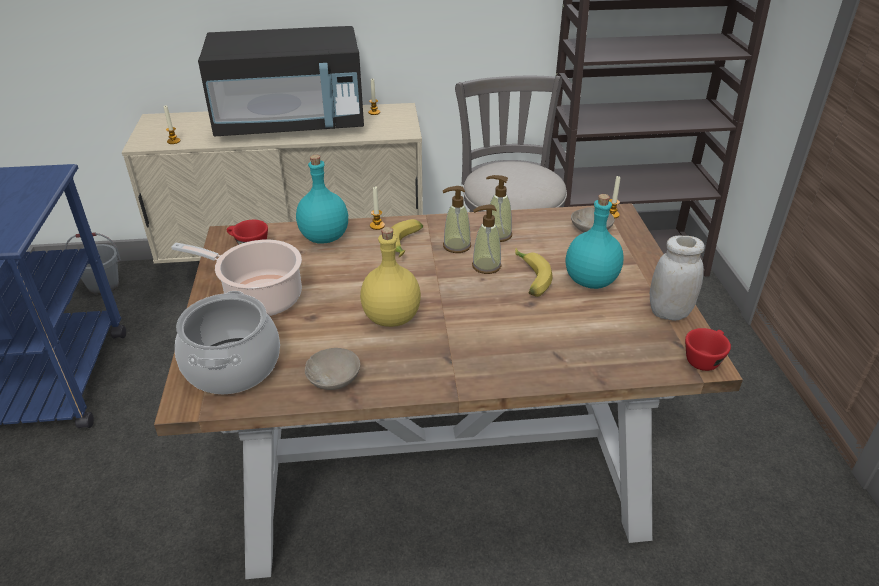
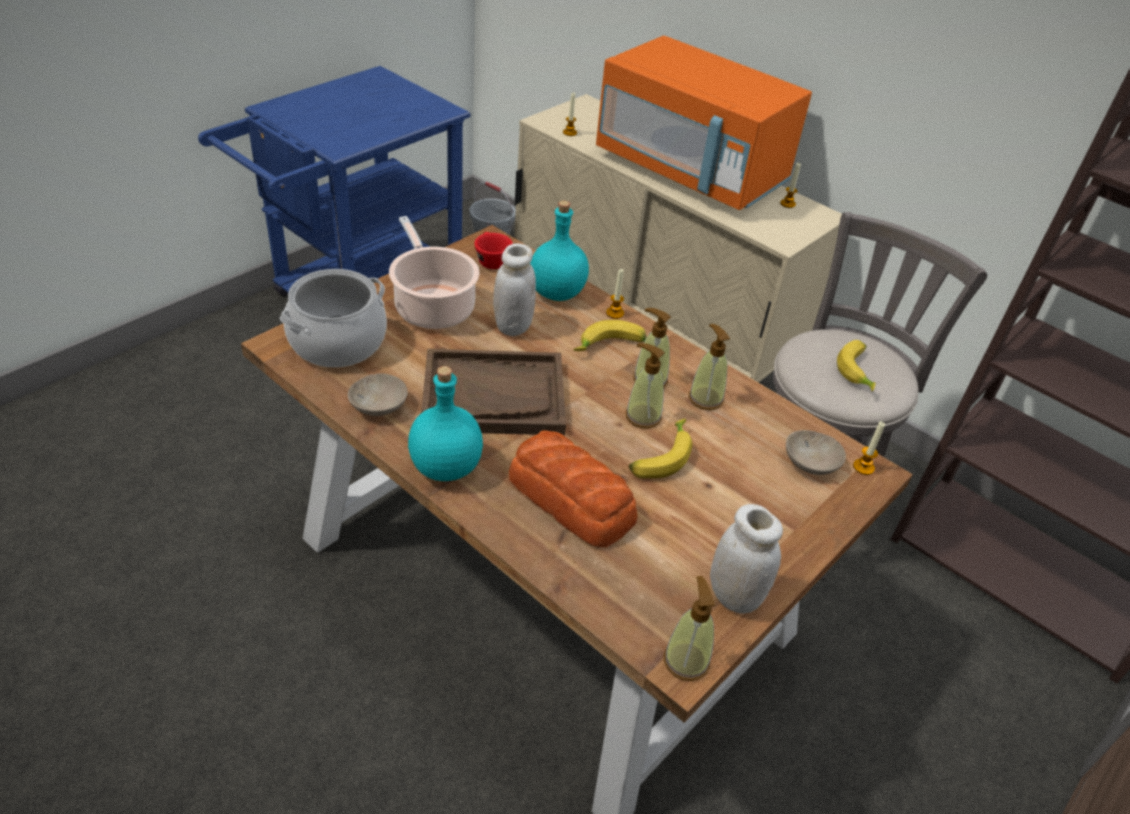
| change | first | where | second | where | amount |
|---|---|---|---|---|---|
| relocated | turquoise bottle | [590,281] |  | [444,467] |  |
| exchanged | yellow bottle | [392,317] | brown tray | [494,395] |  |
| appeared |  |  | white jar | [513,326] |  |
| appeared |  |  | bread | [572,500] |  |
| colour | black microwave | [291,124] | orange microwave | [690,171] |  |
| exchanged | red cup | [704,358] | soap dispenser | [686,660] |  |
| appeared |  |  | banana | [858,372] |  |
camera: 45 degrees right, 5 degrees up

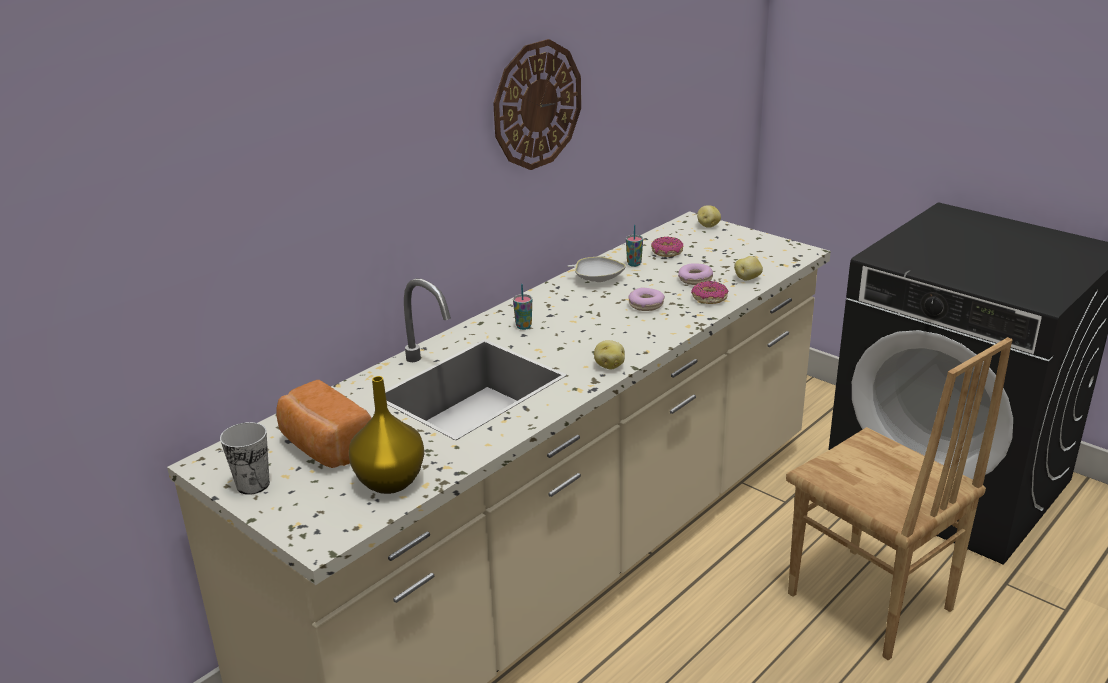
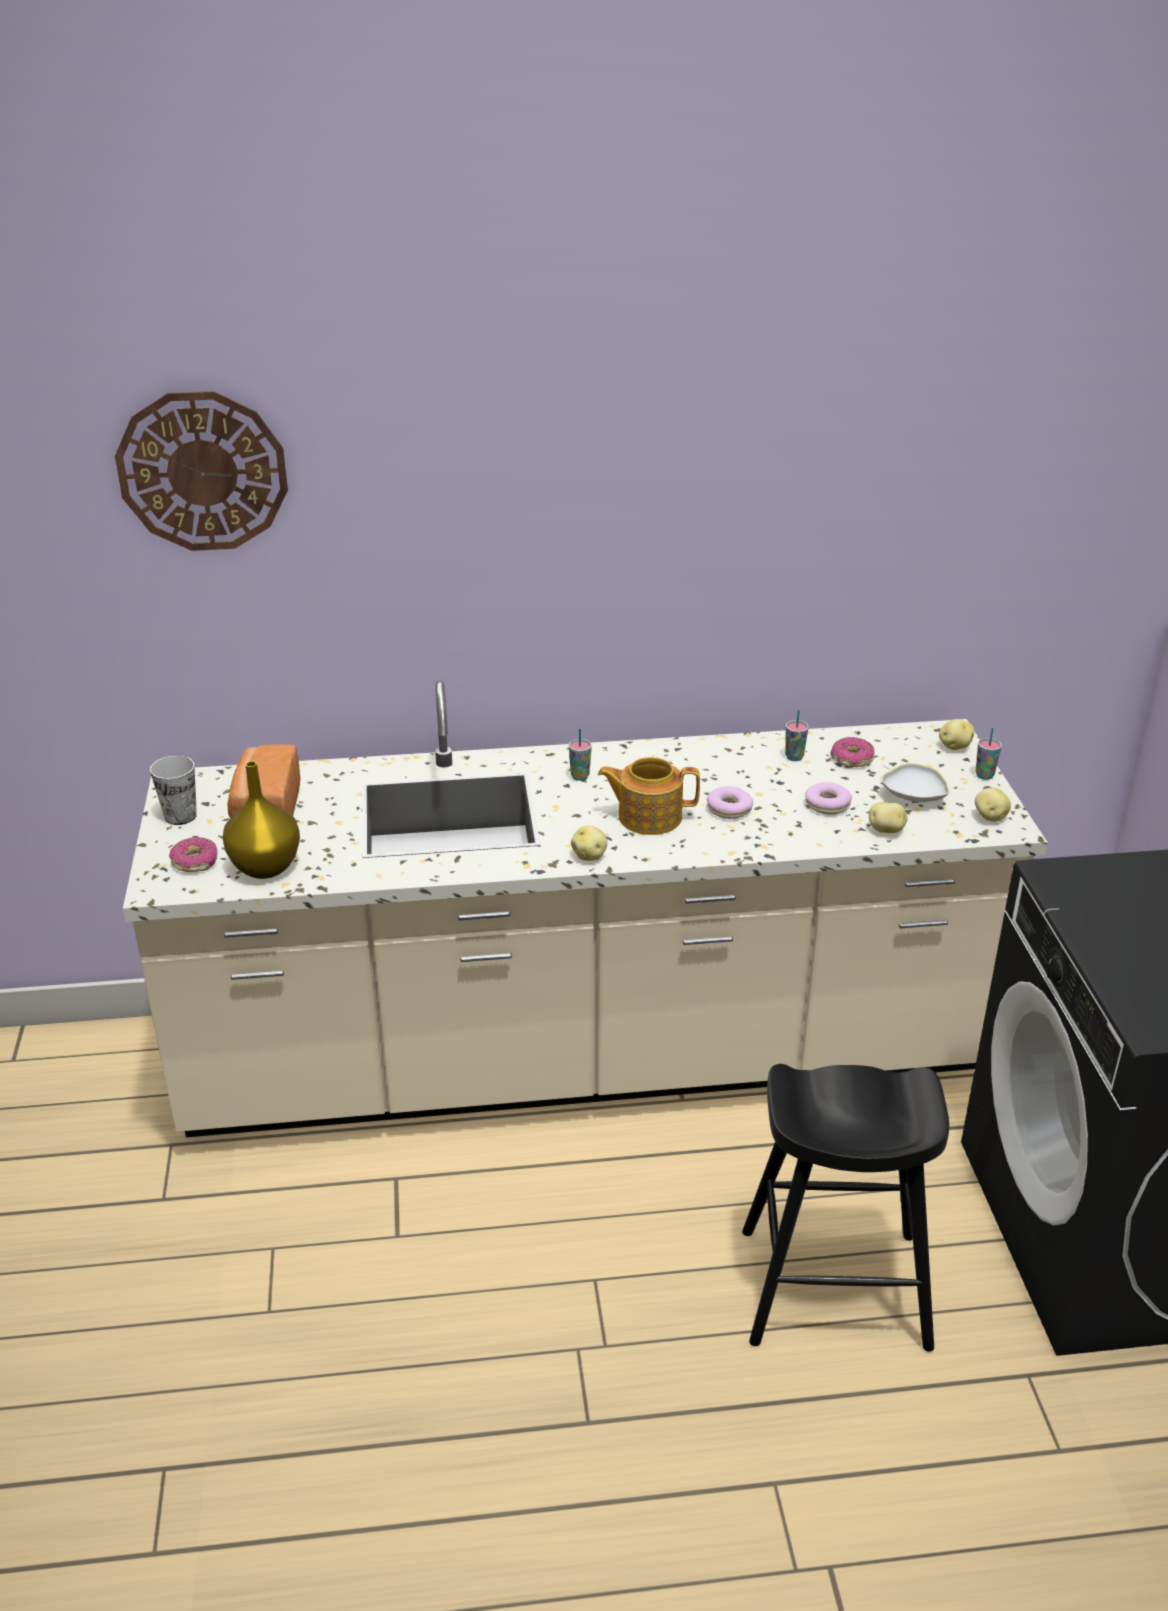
| change | first | where | second | where | amount |
|---|---|---|---|---|---|
| relocated | wall clock | [537,105] |  | [202,471] |  |
| relocated | donut | [709,298] |  | [195,861] |  |
| appeared |  |  | teapot | [648,816] |  |
| exchanged | brown chair | [869,603] | black stool | [835,1288] |  |
| relocated | white bowl | [597,279] |  | [912,795] |  |
| appeared |  |  | cup | [984,775] |  |
| appeared |  |  | potato | [989,817] |  |
camera: 40 degrees right, 5 degrees up

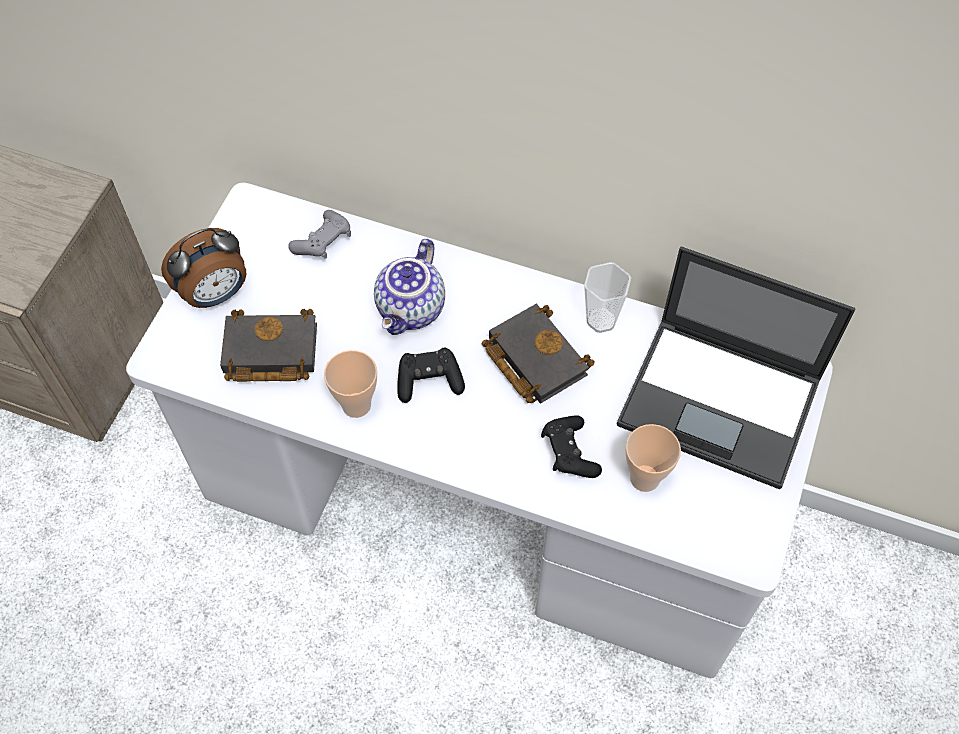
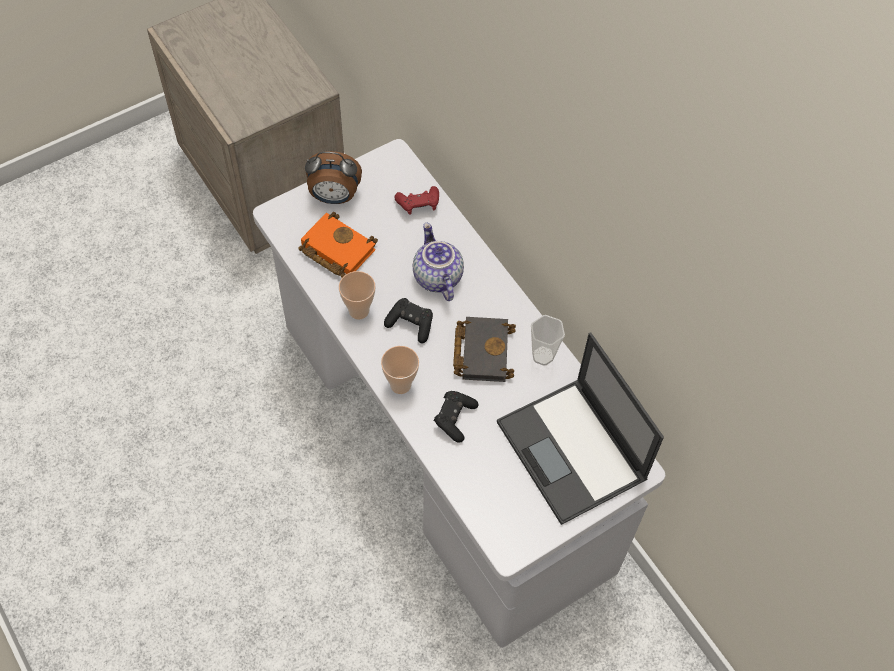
| change | first | where | second | where | amount |
|---|---|---|---|---|---|
| colour | black book | [268,353] | orange book | [335,249] |  |
| relocated | cup | [644,478] |  | [400,384] |  |
| colour | grey game controller | [324,243] | red game controller | [418,205] |  |
| spun | teapot | [412,310] |  | [436,277] | 105 degrees clockwise |
camera: 35 degrees right, 0 degrees up

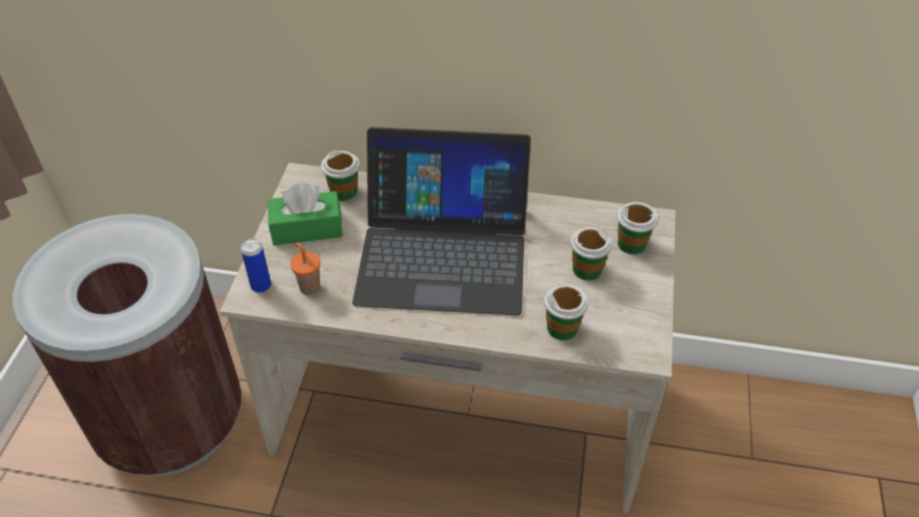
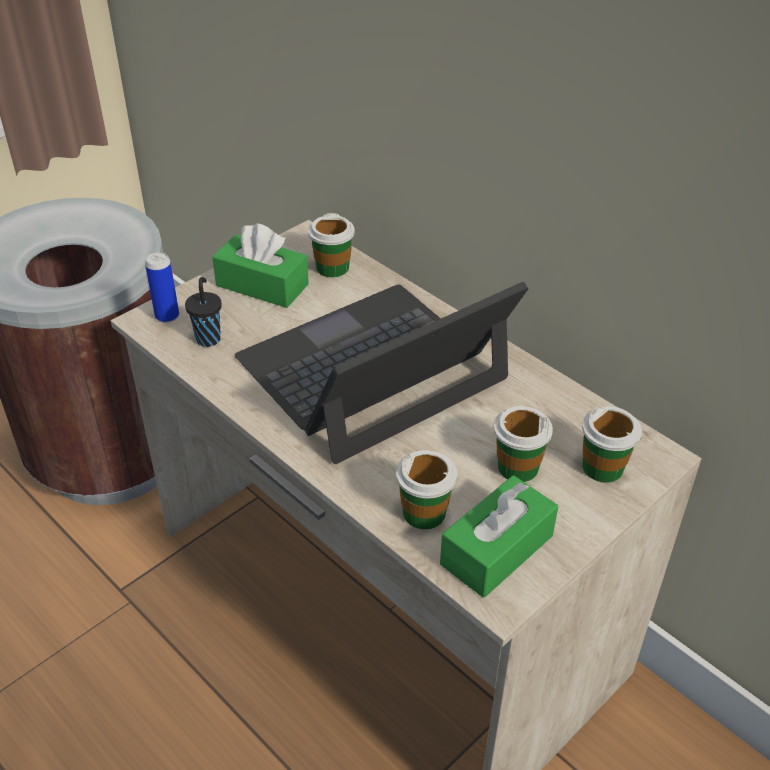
| change | first | where | second | where | amount |
|---|---|---|---|---|---|
| colour | orange cup | [309,287] | black cup | [208,338] |  |
| spun | laptop | [443,252] |  | [373,370] | 105 degrees clockwise |
| appeared |  |  | green tissue box | [497,550] |  |
camera: 35 degrees right, 5 degrees down

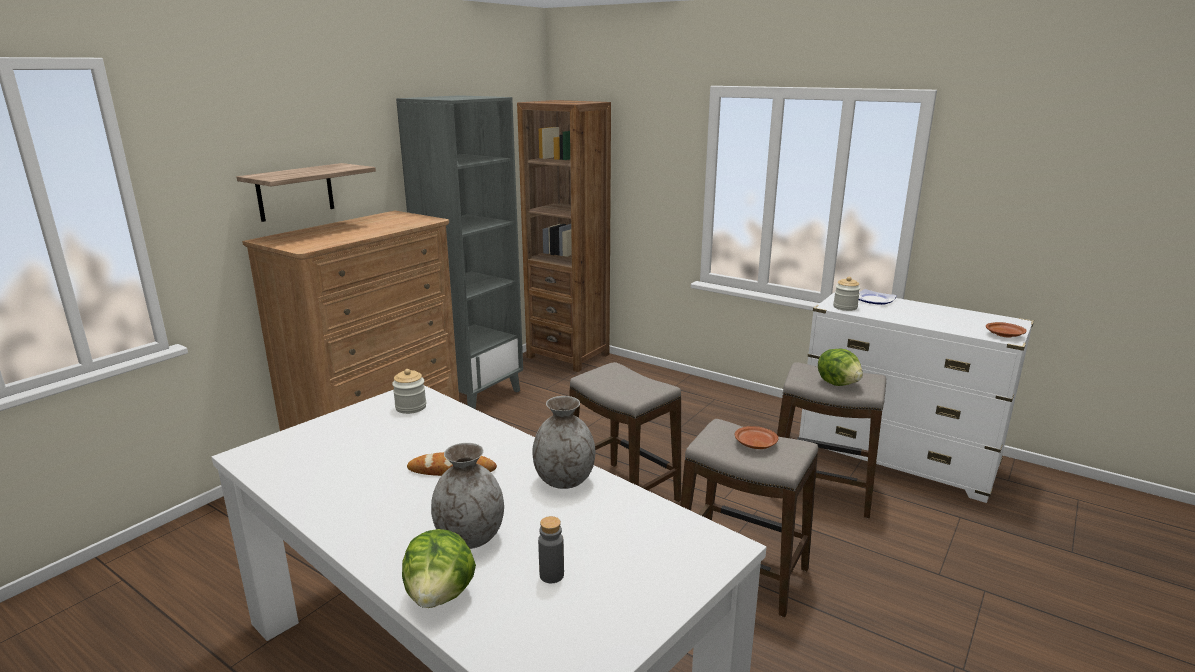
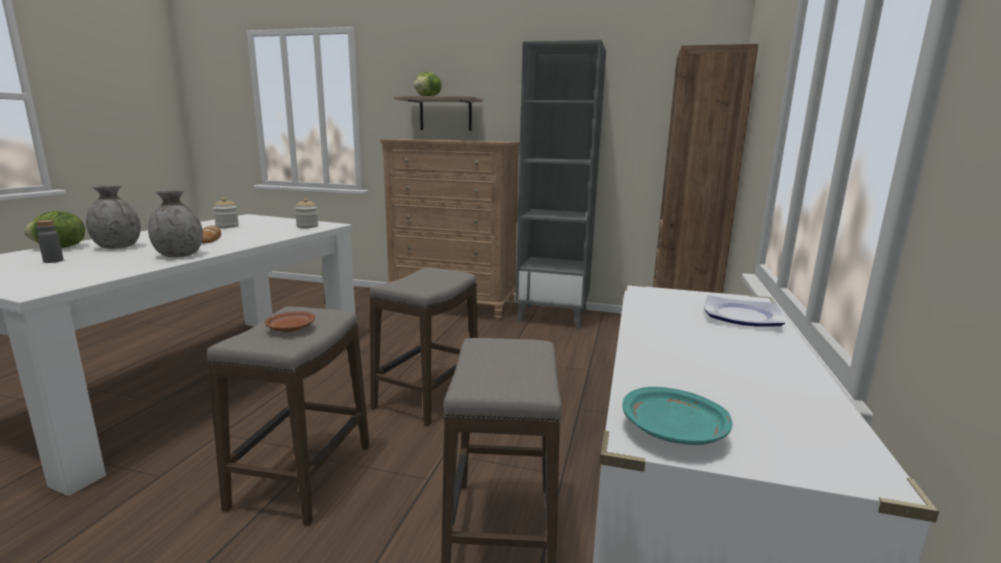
| change | first | where | second | where | amount |
|---|---|---|---|---|---|
| relocated | jar | [845,307] |  | [227,226] |  |
| relocated | lettuce | [838,383] |  | [428,97] |  |
| colour | brown plate | [1004,335] | turquoise plate | [674,432] |  |
camera: 70 degrees right, 5 degrees down

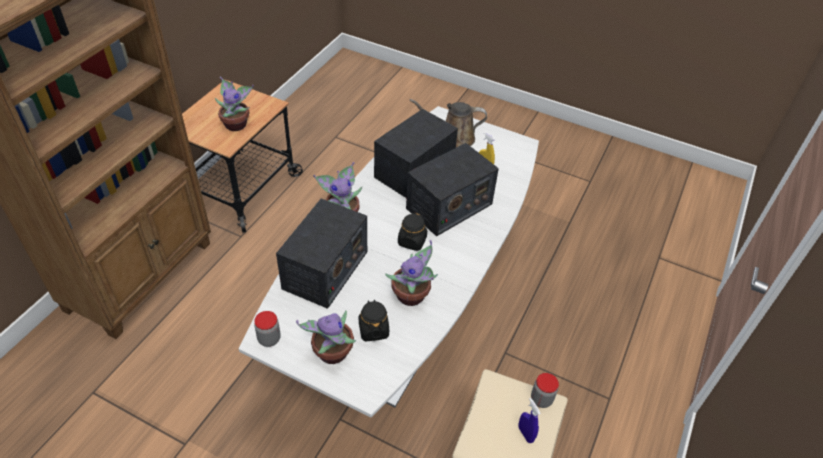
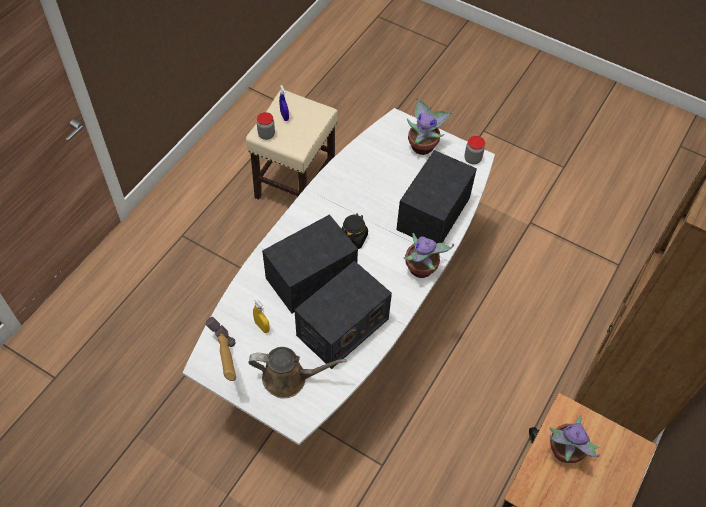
| change | first | where | second | where | amount |
|---|---|---|---|---|---|
| appeared |  |  | hammer | [225,366] |  |
| missing | black jar | [373,330] |  |  |  |
| missing | potted plant | [412,296] |  |  |  |
camera: 175 degrees left, 10 degrees up

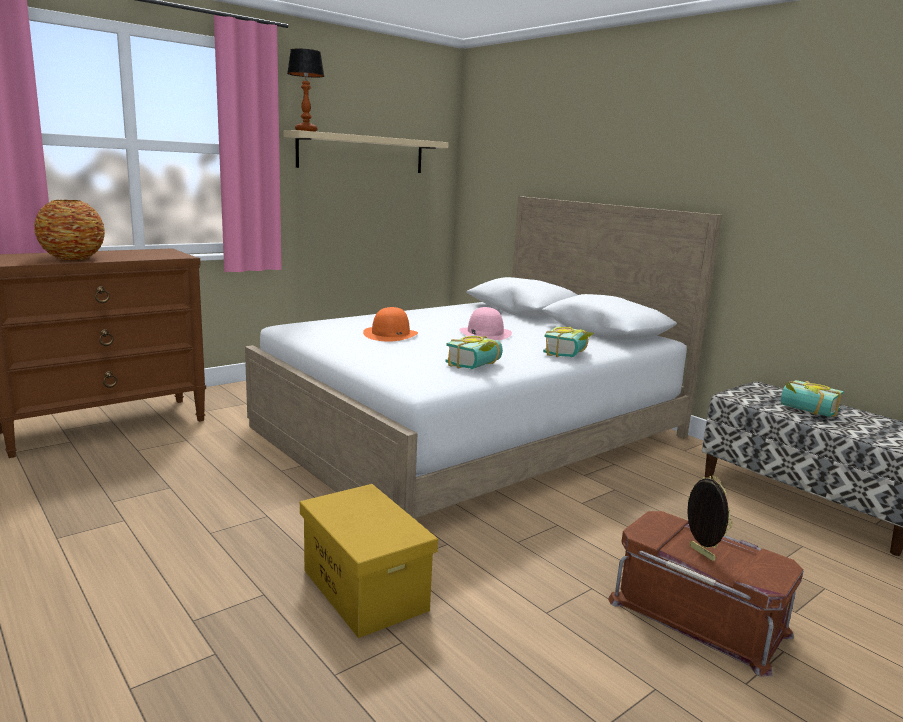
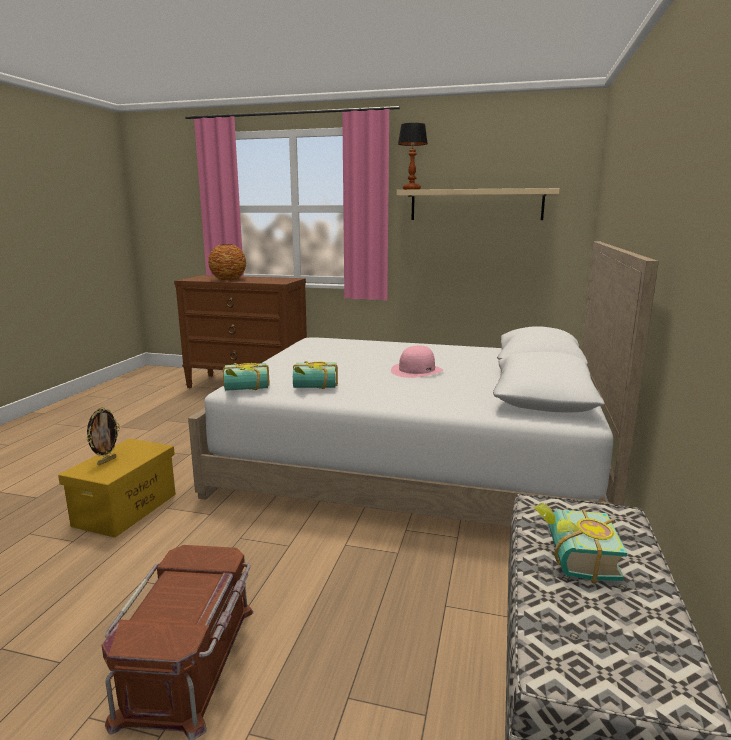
| change | first | where | second | where | amount |
|---|---|---|---|---|---|
| relocated | picture frame | [700,553] |  | [106,461] |  |
| relocated | book | [570,354] |  | [246,389] |  |
| missing | orange hat | [390,334] |  |  |  |
camera: 55 degrees right, 0 degrees up

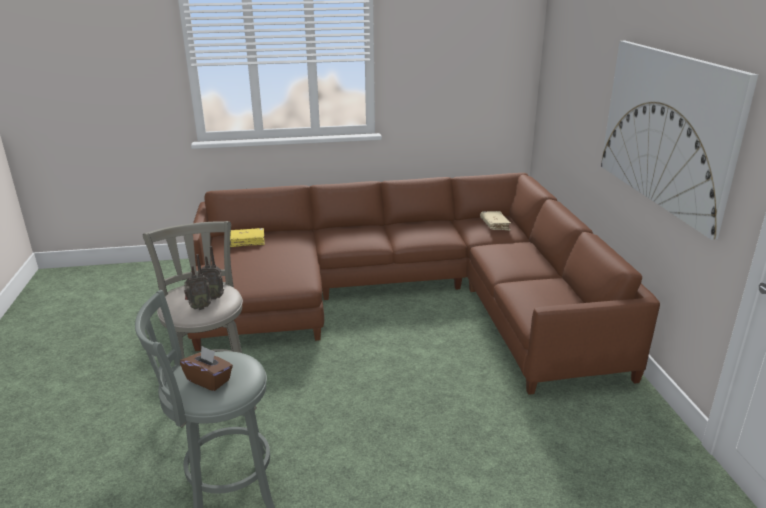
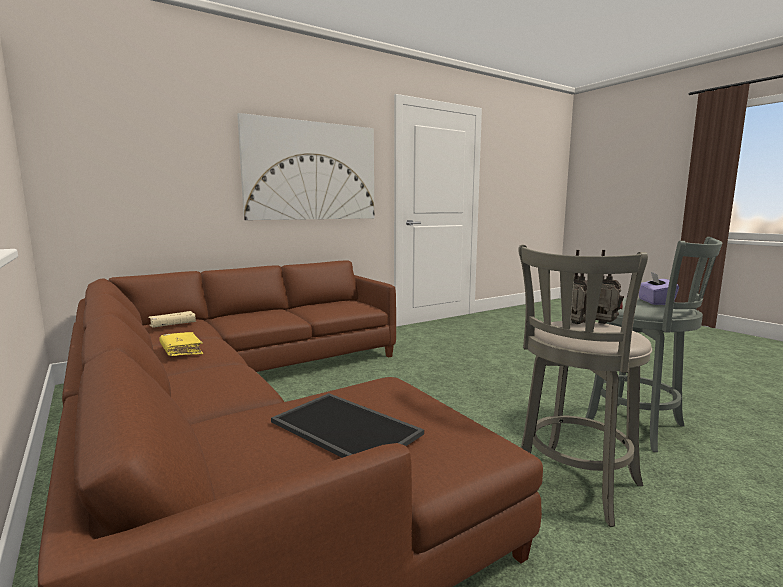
| change | first | where | second | where | amount |
|---|---|---|---|---|---|
| relocated | yellow book | [247,241] |  | [181,351] |  |
| appeared |  |  | tray | [348,427] |  |
| colour | brown tissue box | [209,380] | purple tissue box | [654,302] |  |
camera: 115 degrees left, 15 degrees down

